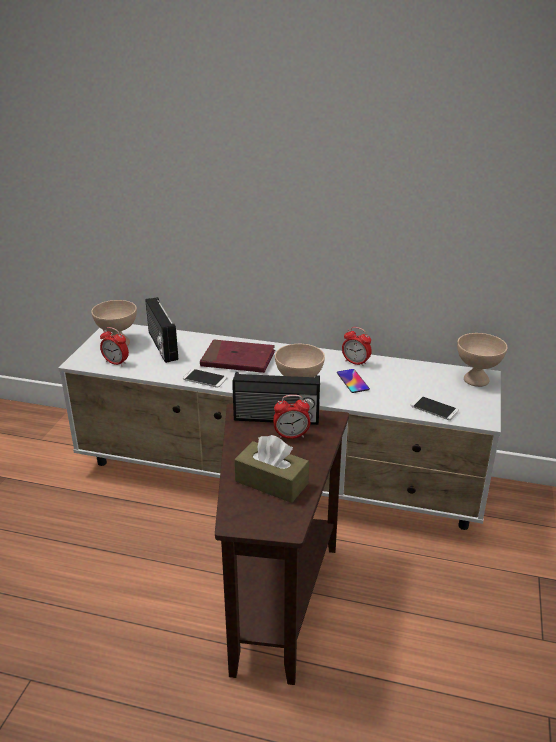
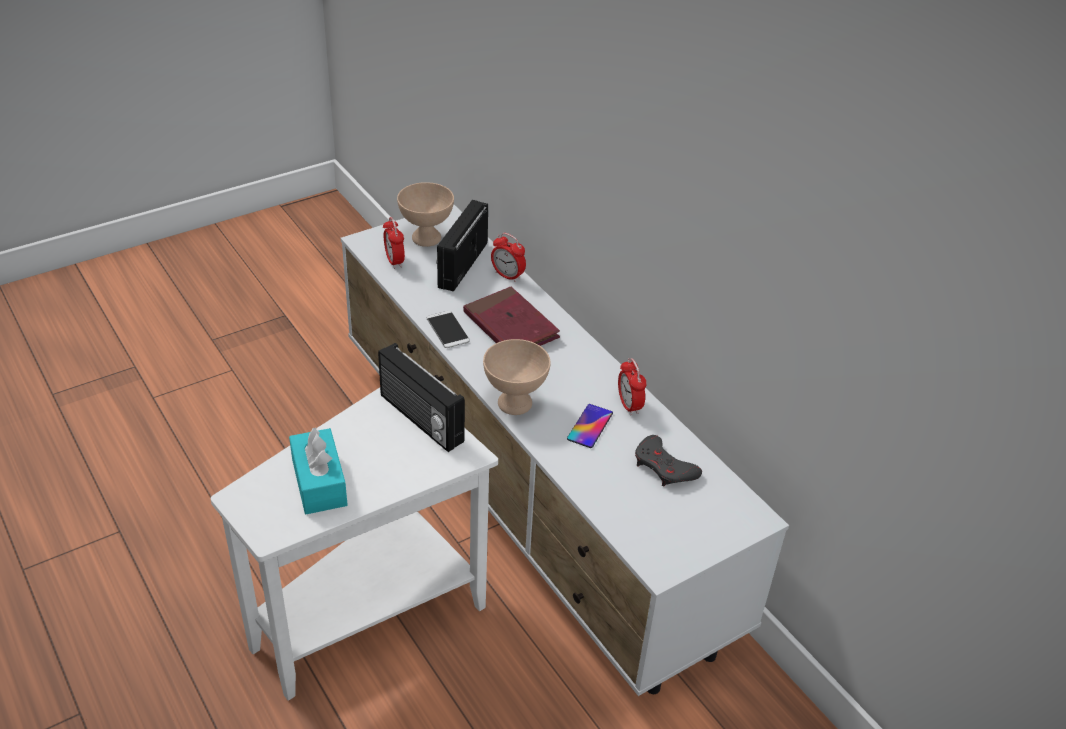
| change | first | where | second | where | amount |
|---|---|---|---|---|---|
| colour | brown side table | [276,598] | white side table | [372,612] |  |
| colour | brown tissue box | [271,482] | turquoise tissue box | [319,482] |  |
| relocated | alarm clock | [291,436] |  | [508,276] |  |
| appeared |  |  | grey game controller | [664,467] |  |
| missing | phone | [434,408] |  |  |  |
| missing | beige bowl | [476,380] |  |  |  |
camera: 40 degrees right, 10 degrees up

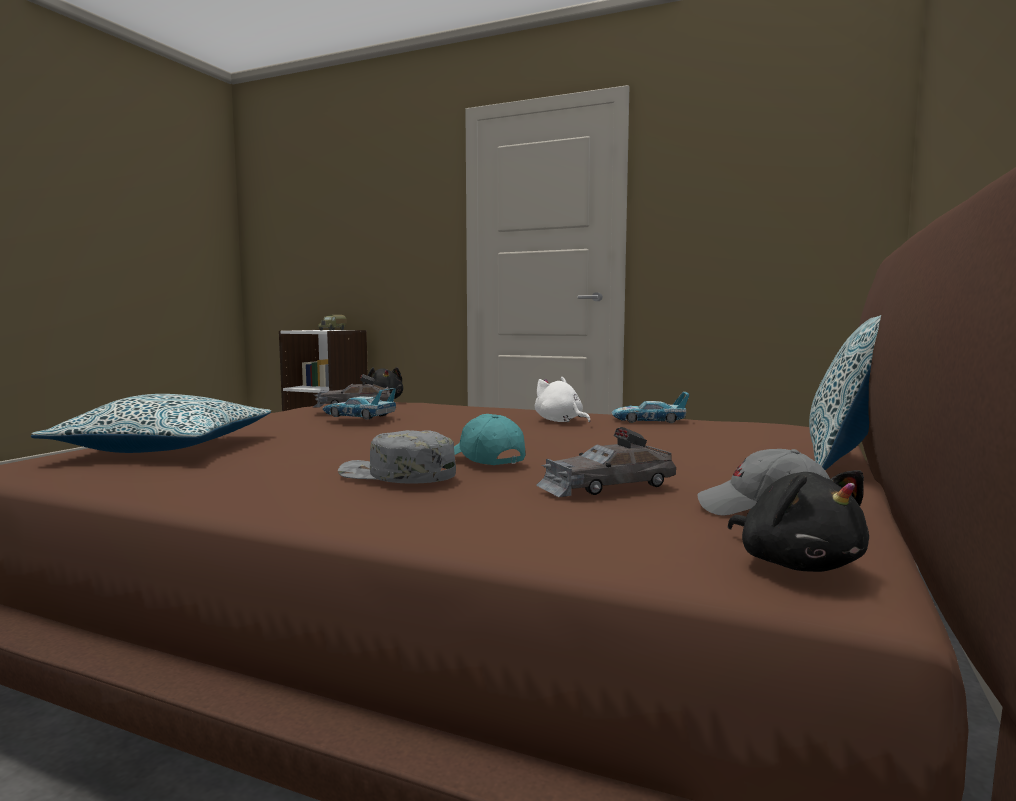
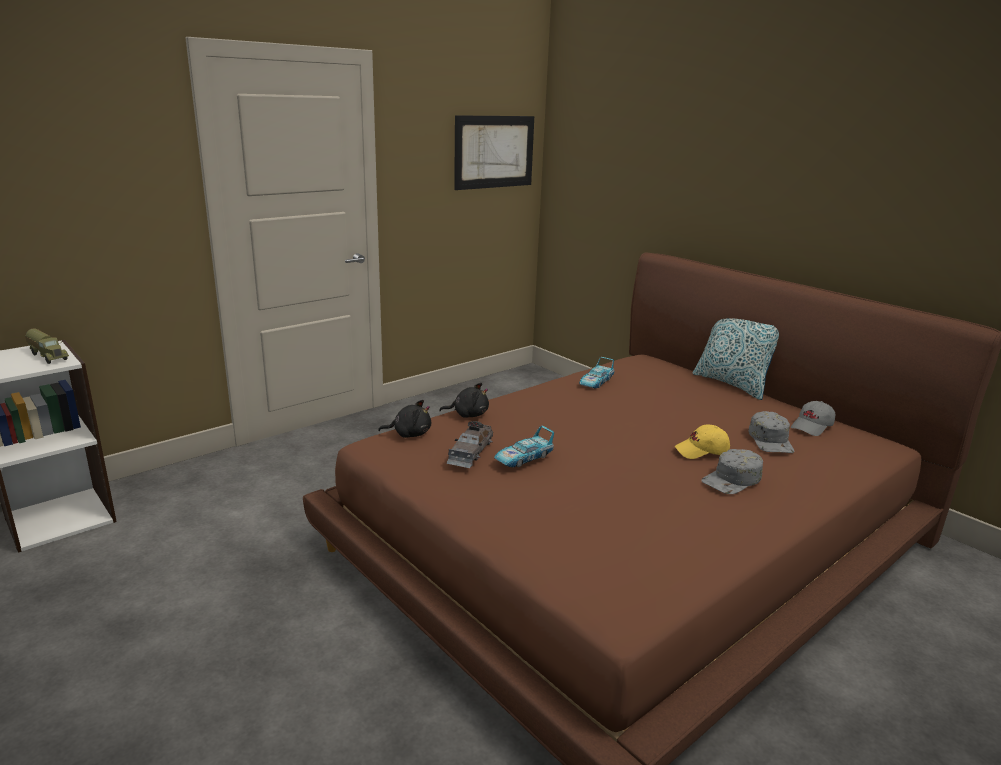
| change | first | where | second | where | amount |
|---|---|---|---|---|---|
| relocated | black plush toy | [796,564] |  | [468,414] |  |
| appeared |  |  | picture | [494,152] |  |
| colour | turquoise cap | [484,460] | yellow cap | [702,451] |  |
| exchanged | grey toy car | [606,486] | grey cap | [771,440] |  |
| missing | pillow | [167,448] |  |  |  |
| missing | white plush toy | [560,421] |  |  |  |
camera: 65 degrees left, 15 degrees up

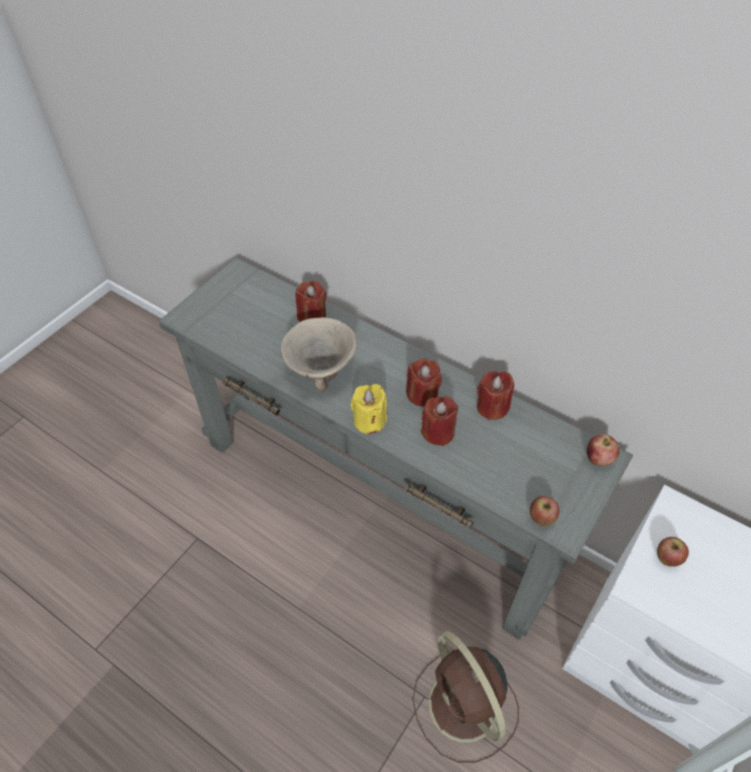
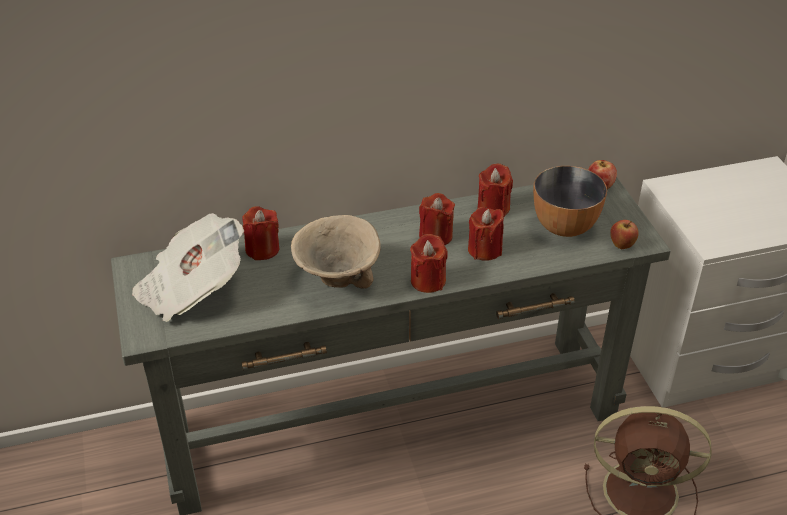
| change | first | where | second | where | amount |
|---|---|---|---|---|---|
| appeared |  |  | newspaper | [191,289] |  |
| colour | yellow candle | [369,421] | red candle | [428,281] |  |
| appeared |  |  | bowl | [565,226] |  |
| missing | apple | [667,559] |  |  |  |
camera: 50 degrees left, 10 degrees down

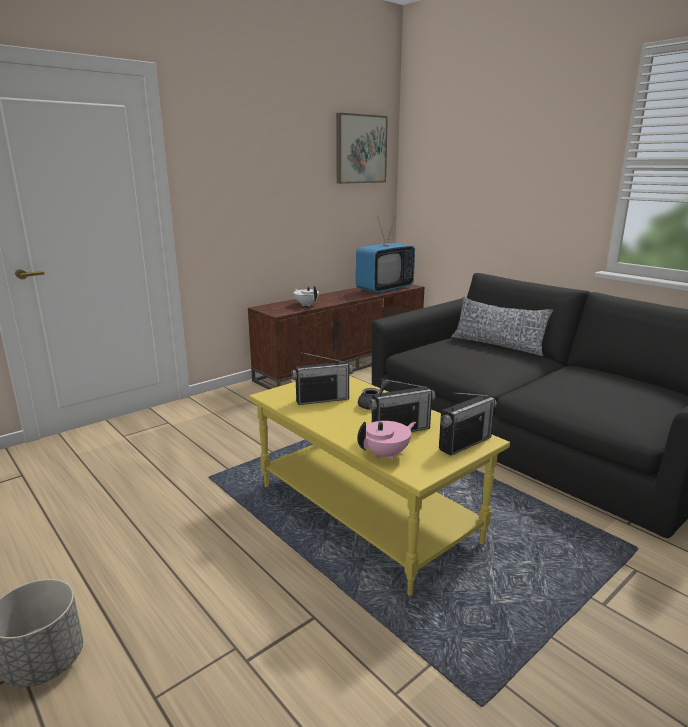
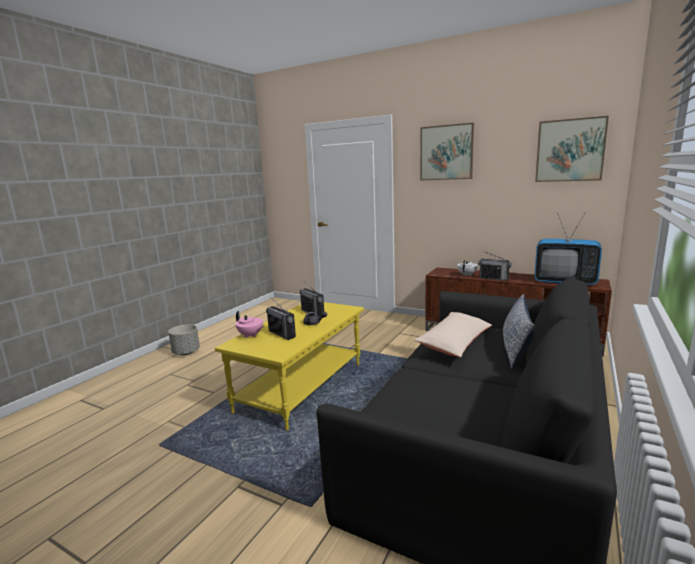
| change | first | where | second | where | amount |
|---|---|---|---|---|---|
| appeared |  |  | beige pillow | [454,342] |  |
| appeared |  |  | picture | [446,152] |  |
| relocated | radio | [465,443] |  | [494,278] |  |
camera: 70 degrees right, 5 degrees down

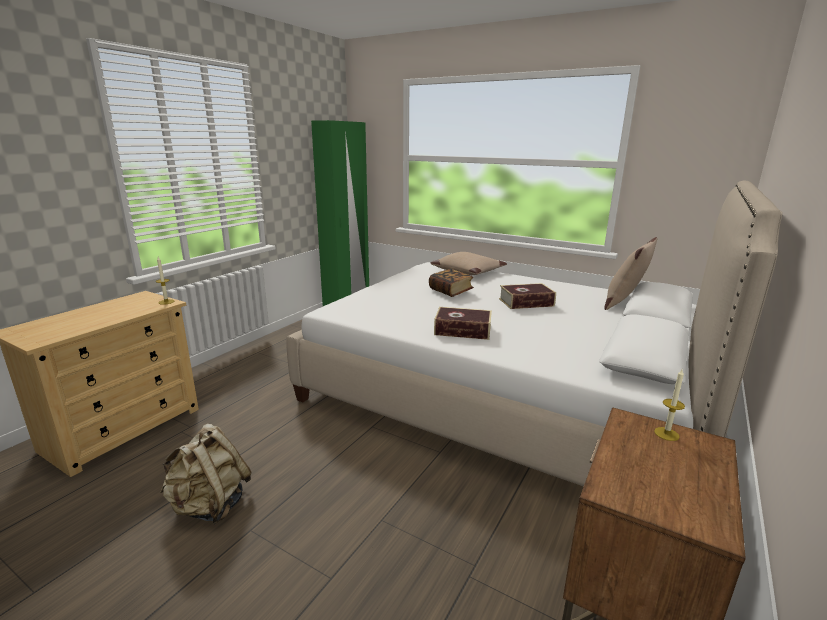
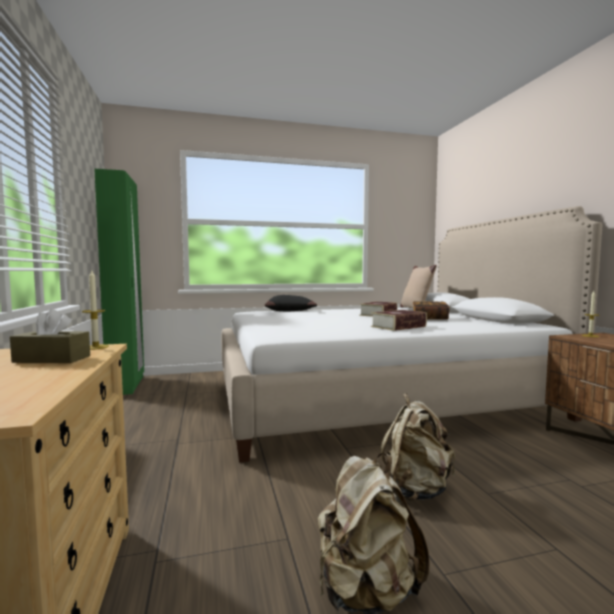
| change | first | where | second | where | amount |
|---|---|---|---|---|---|
| appeared |  |  | brown tissue box | [52,359] |  |
| colour | beige pillow | [468,271] | black pillow | [290,311] |  |
| appeared |  |  | beige backpack | [416,489] |  |
| relocated | book | [450,291] |  | [429,318] |  |
camera: 45 degrees left, 15 degrees down

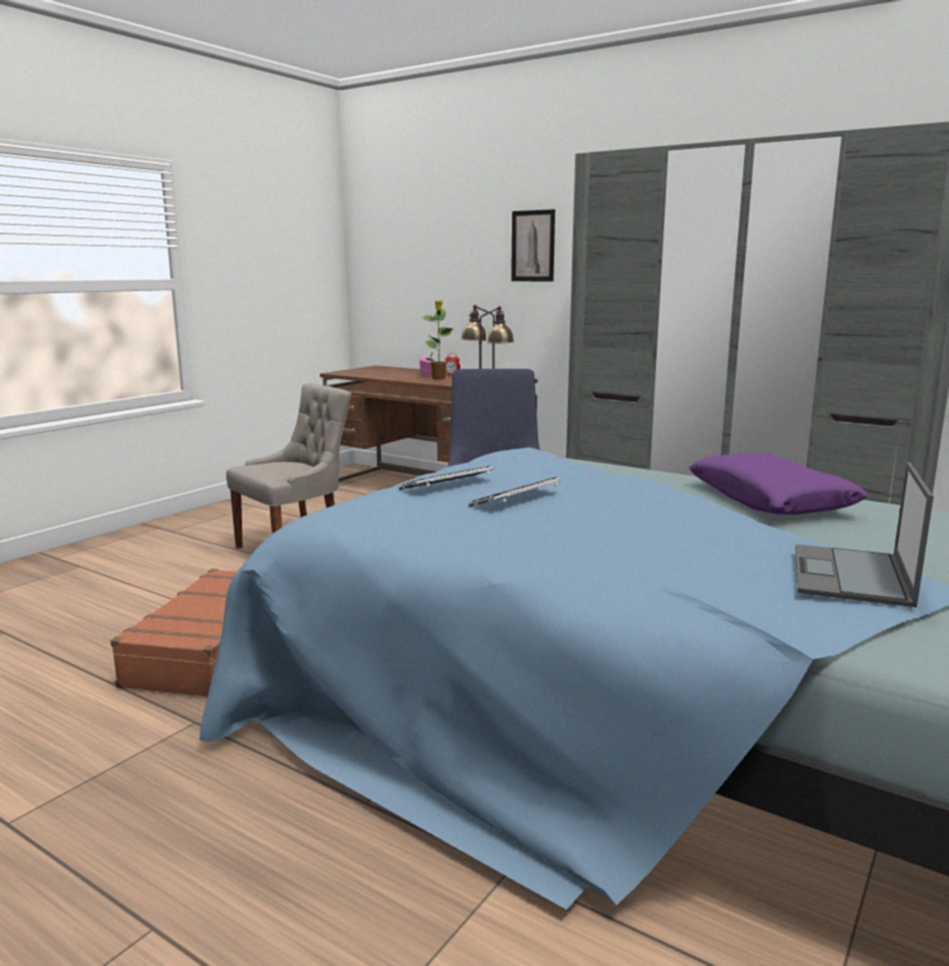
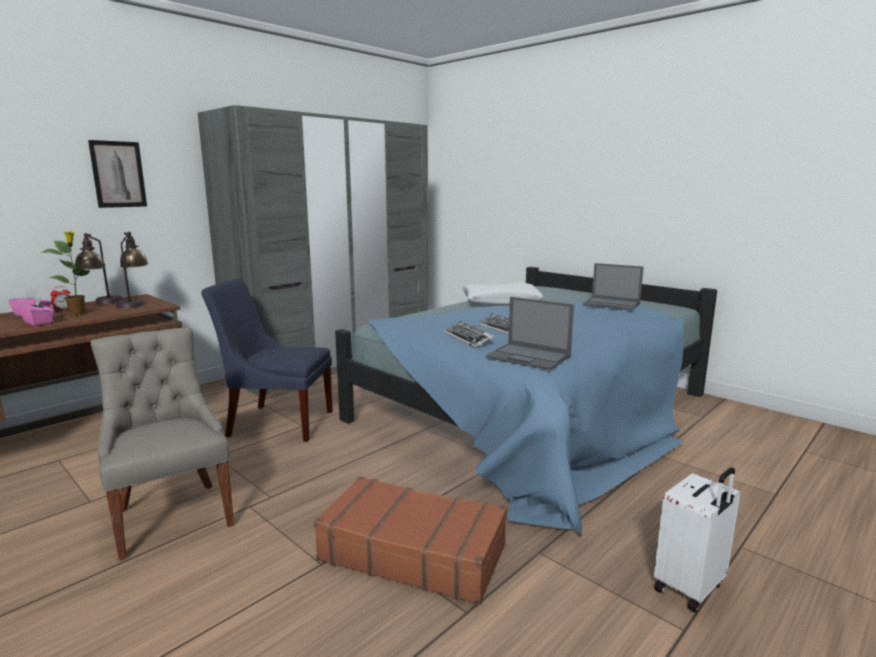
| change | first | where | second | where | amount |
|---|---|---|---|---|---|
| appeared |  |  | pink tissue box | [39,322] |  |
| colour | purple pillow | [770,500] | white pillow | [501,302] |  |
| appeared |  |  | laptop | [529,357] |  |
| appeared |  |  | white suitcase | [690,588] |  |
camera: 80 degrees left, 0 degrees up

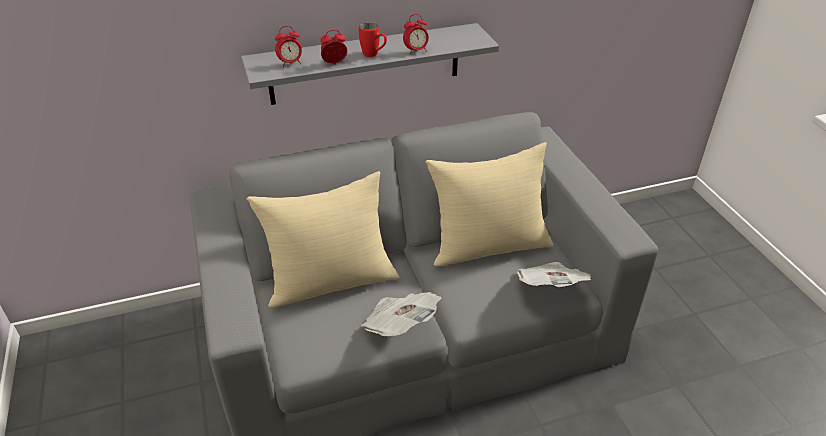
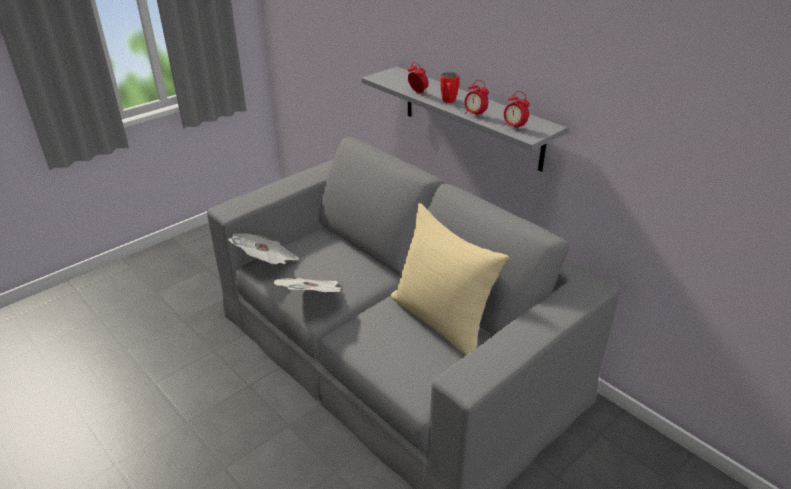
| change | first | where | second | where | amount |
|---|---|---|---|---|---|
| relocated | newspaper | [550,288] |  | [266,262] |  |
| relocated | alarm clock | [290,63] |  | [514,127] |  |
| missing | beige pillow | [331,281] |  |  |  |
camera: 65 degrees right, 5 degrees down

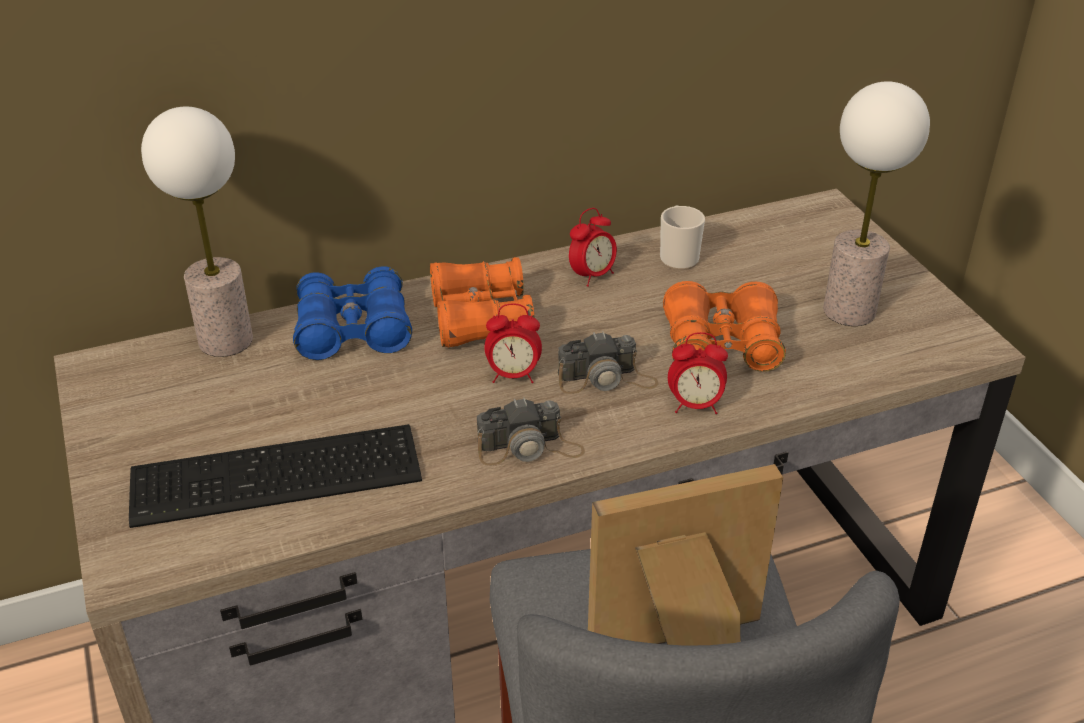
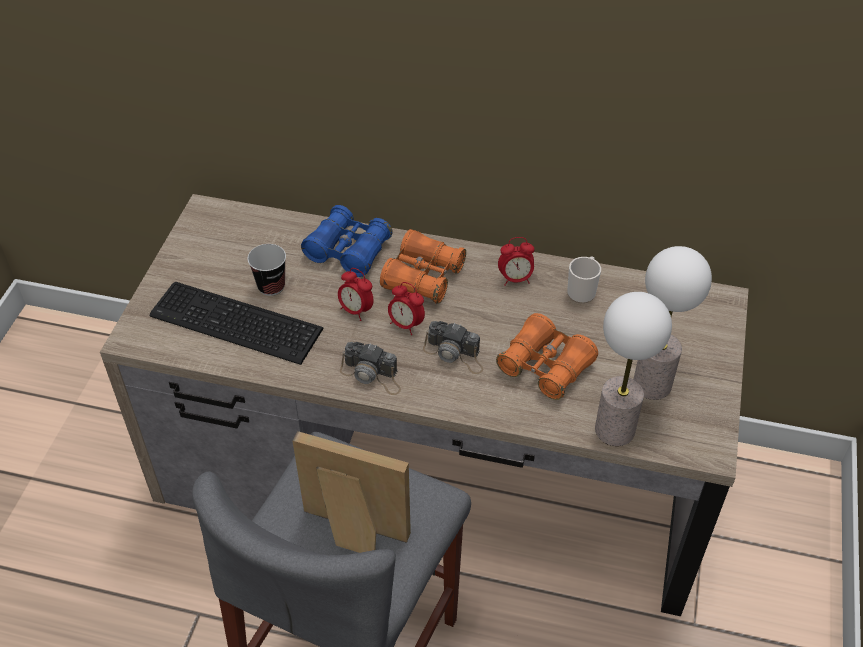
| change | first | where | second | where | amount |
|---|---|---|---|---|---|
| appeared |  |  | cup | [271,286] |  |
| relocated | alarm clock | [695,405] |  | [356,310] |  |
| relocated | table lamp | [225,340] |  | [614,429] |  |
camera: 35 degrees right, 10 degrees up

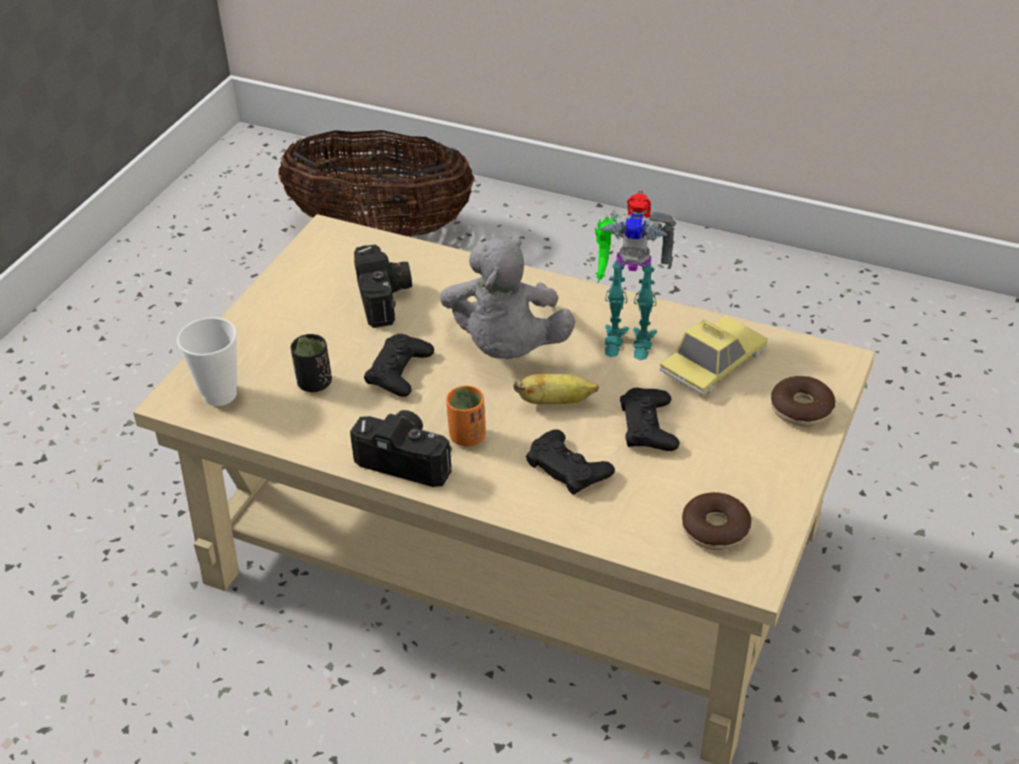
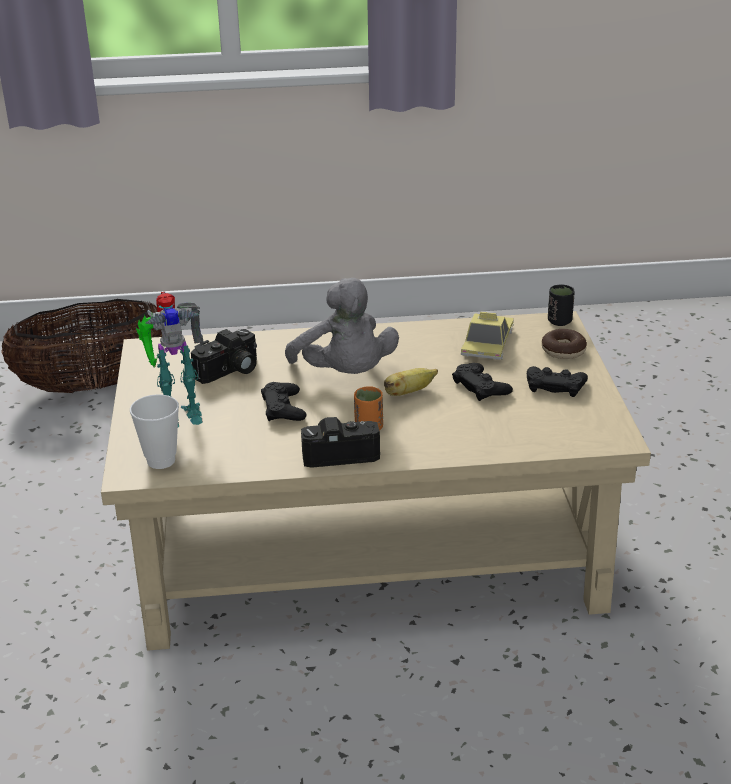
| change | first | where | second | where | amount |
|---|---|---|---|---|---|
| relocated | toy robot | [626,336] |  | [178,413] |  |
| spun | photo camera | [386,298] |  | [230,371] | 90 degrees clockwise |
| relocated | black game controller | [568,468] |  | [555,385] |  |
| relocated | black cup | [314,383] |  | [559,321] |  |
| missing | donut | [715,529] |  |  |  |
camera: 30 degrees left, 10 degrees down

